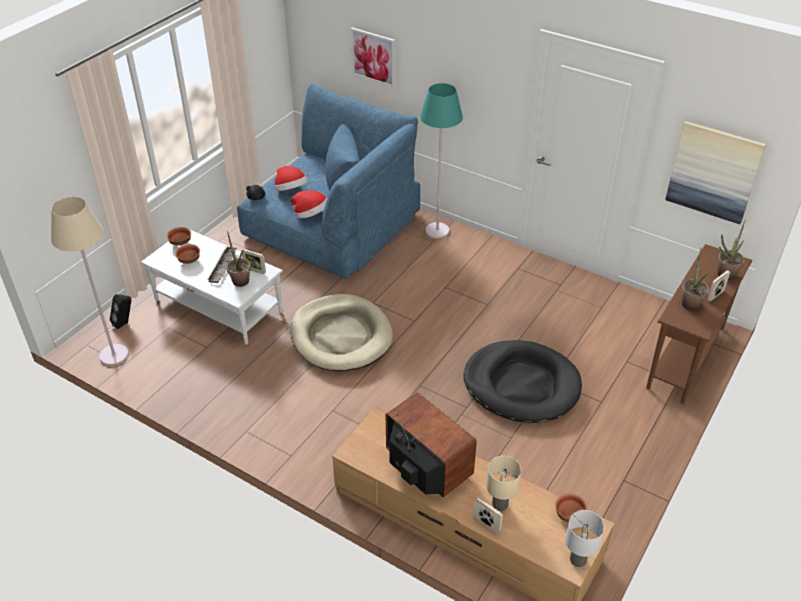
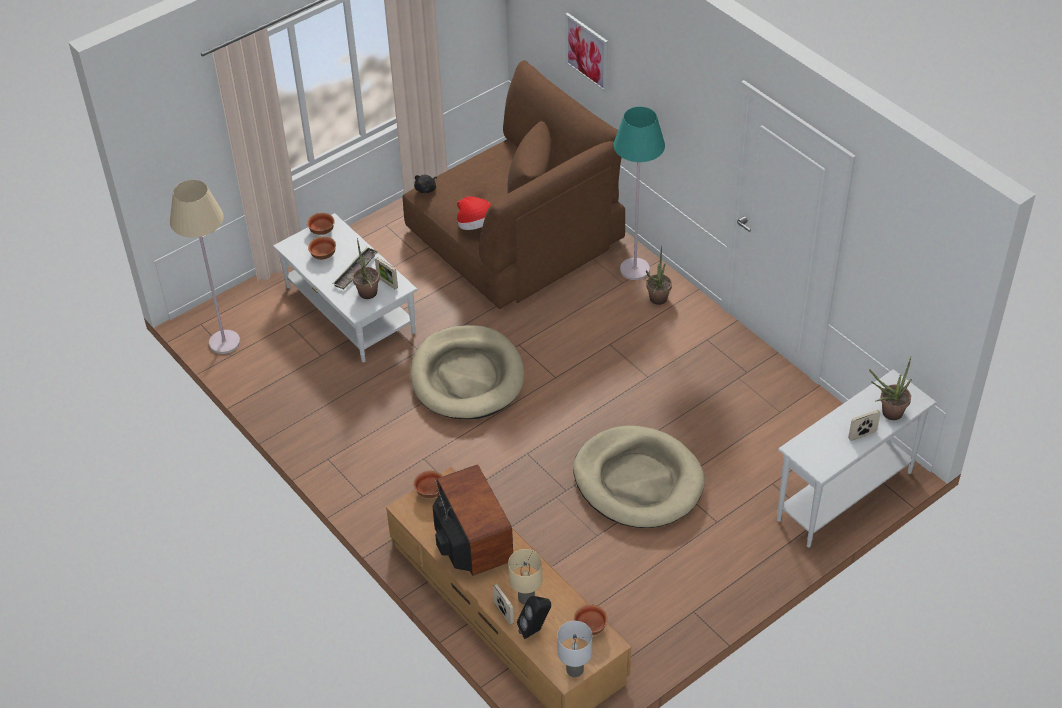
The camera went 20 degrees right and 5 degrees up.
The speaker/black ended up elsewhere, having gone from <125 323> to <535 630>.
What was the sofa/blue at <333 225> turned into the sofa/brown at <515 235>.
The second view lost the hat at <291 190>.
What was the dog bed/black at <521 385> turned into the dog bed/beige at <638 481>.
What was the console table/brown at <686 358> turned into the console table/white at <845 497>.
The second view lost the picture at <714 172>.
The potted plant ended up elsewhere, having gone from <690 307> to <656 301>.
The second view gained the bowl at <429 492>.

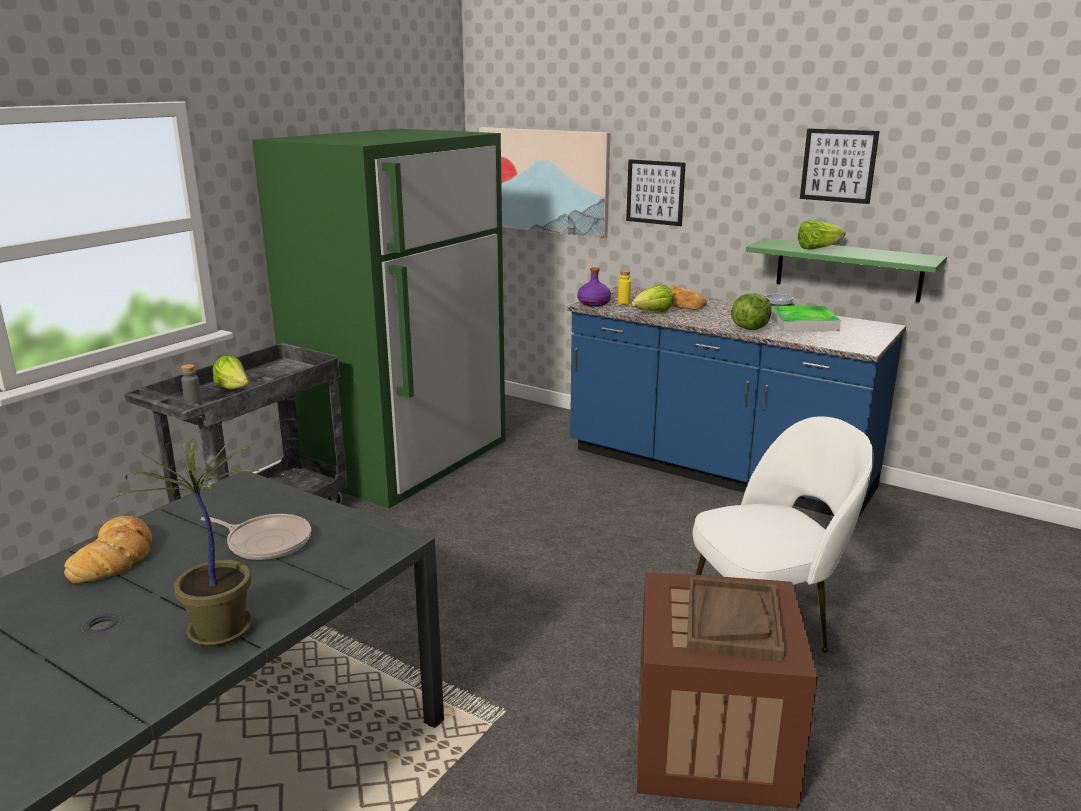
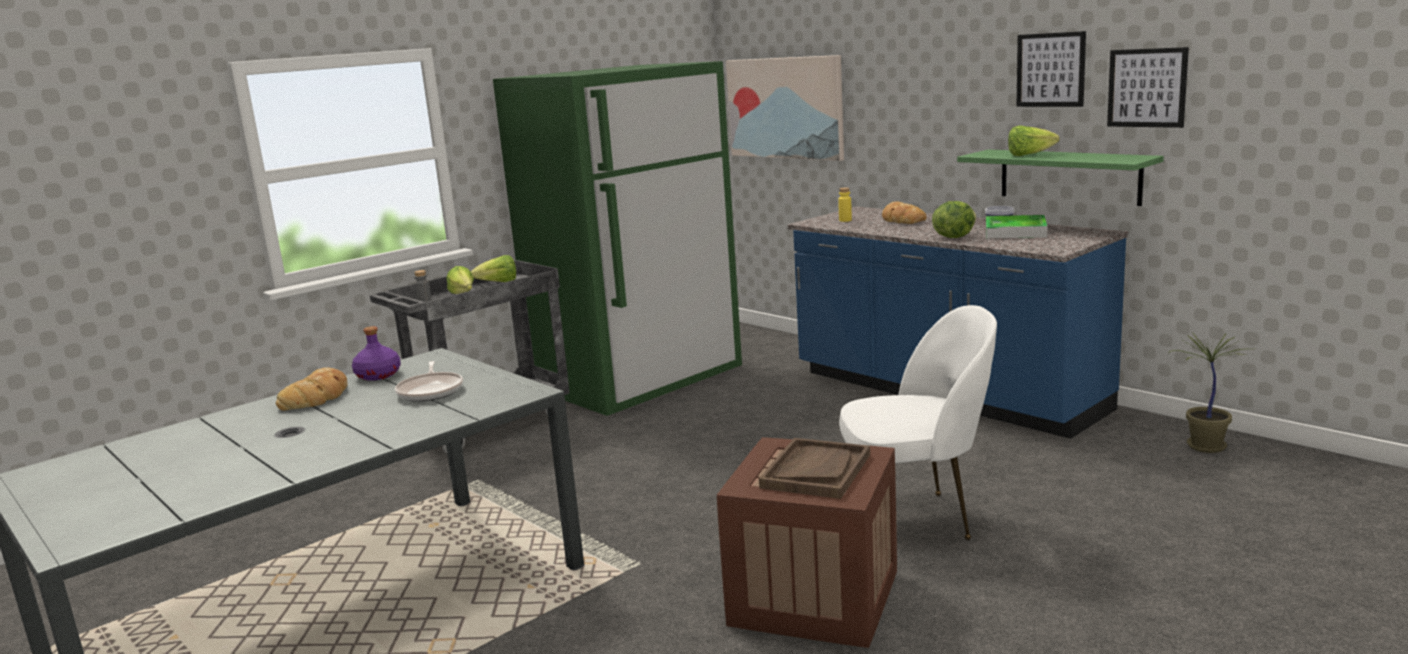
The camera went 15 degrees right and 5 degrees down.
The potted plant ended up elsewhere, having gone from <217 631> to <1204 447>.
The frying pan at <266 542> ended up facing another way, 45 degrees clockwise from before.
The bottle/purple ended up elsewhere, having gone from <594 303> to <378 375>.
The picture ended up elsewhere, having gone from <655 192> to <1147 88>.
The lettuce ended up elsewhere, having gone from <652 313> to <498 283>.

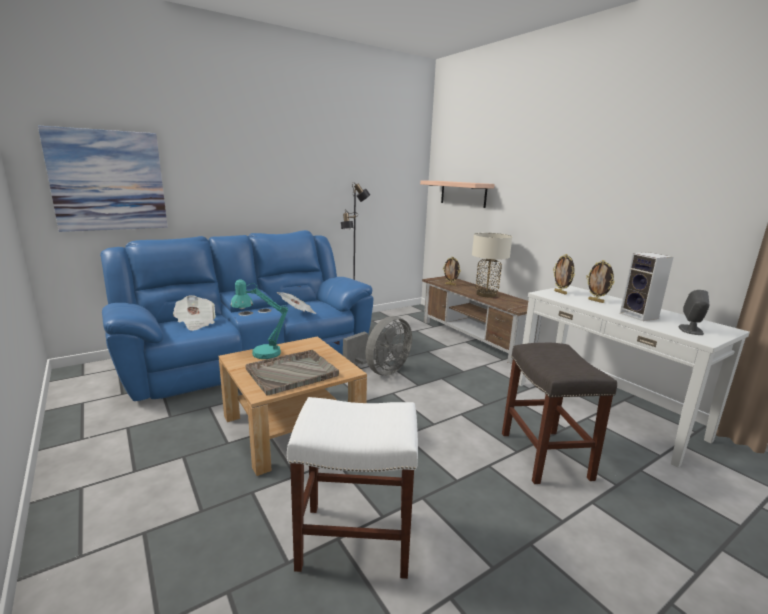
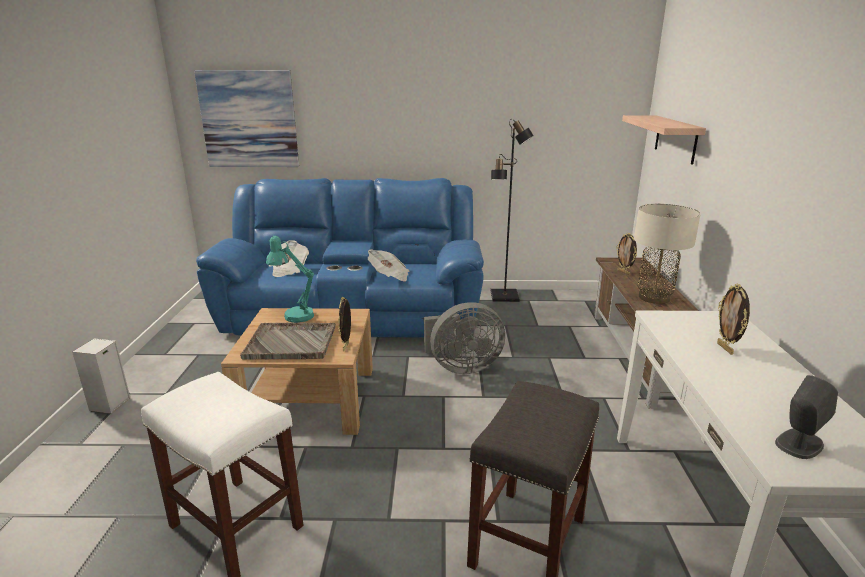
The camera went 35 degrees right and 5 degrees up.
The picture frame ended up elsewhere, having gone from <560 292> to <346 346>.
The speaker ended up elsewhere, having gone from <640 316> to <109 405>.

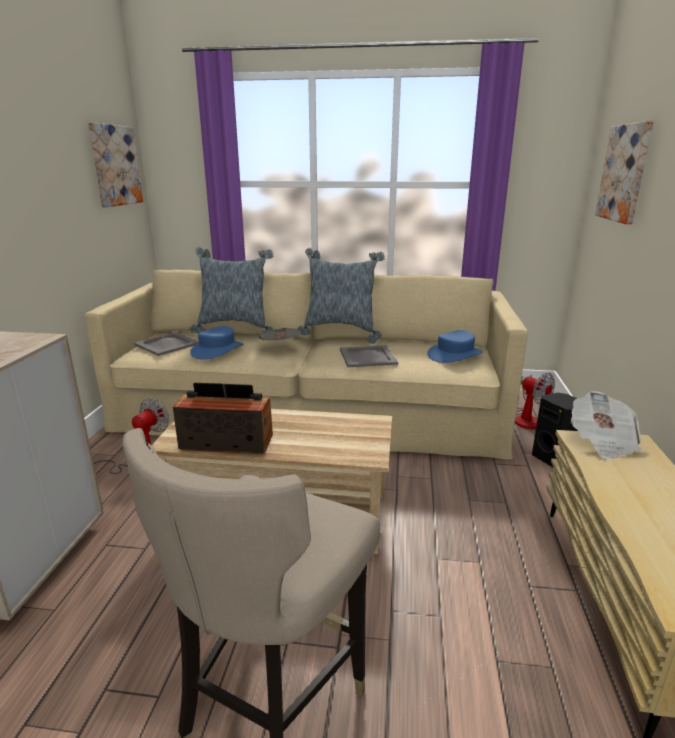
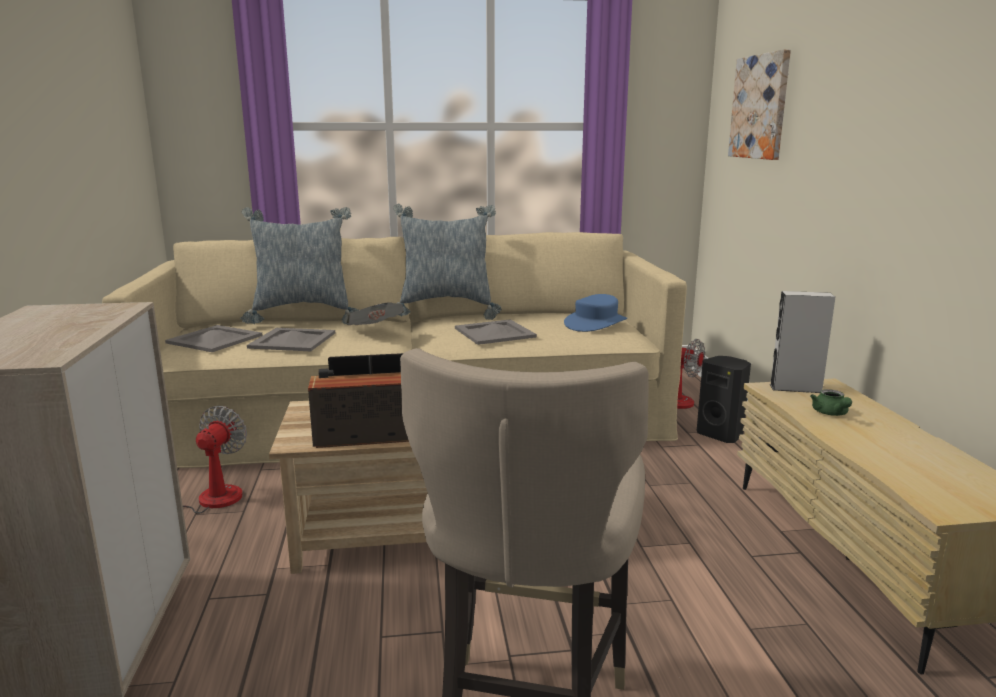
The camera went 15 degrees left and 5 degrees down.
The second view lost the picture at <115 165>.
Where the hat/blue stood at <217 350>, the tray/grey came to stand at <292 340>.
Where the newspaper stood at <602 442>, the speaker/grey came to stand at <795 388>.
The second view gained the teapot/green at <831 413>.

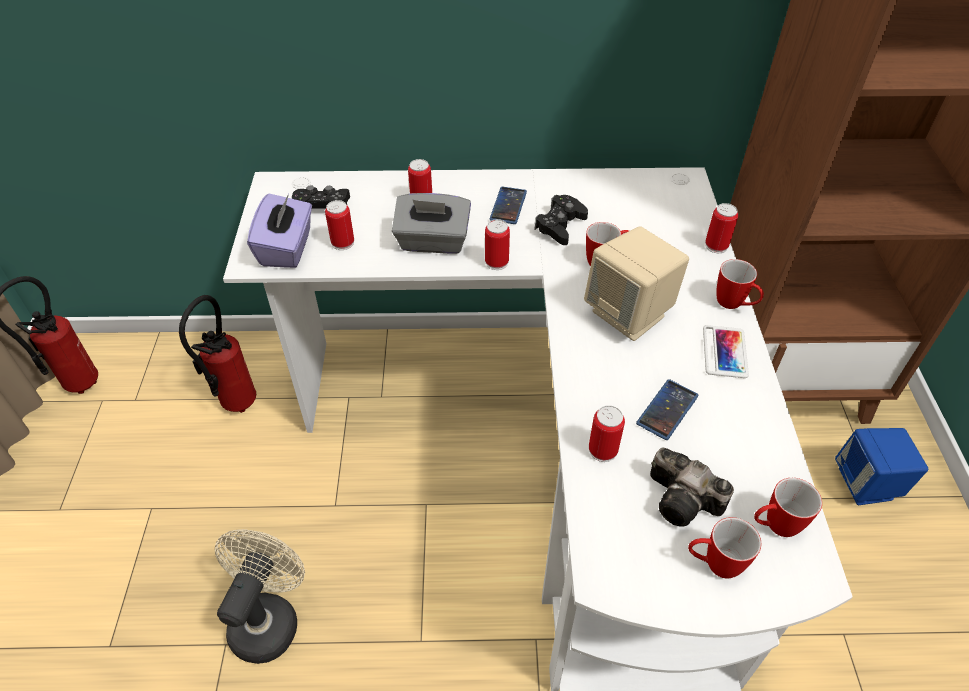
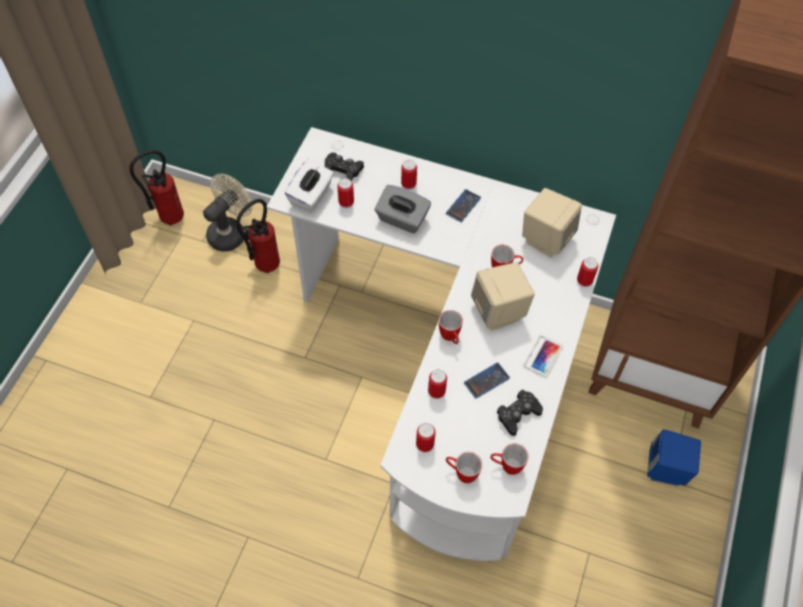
The camera went 20 degrees right and 10 degrees up.
The fan/beige ended up elsewhere, having gone from <268 618> to <230 232>.
What was the tissue box/purple at <287 248> turned into the tissue box/white at <311 196>.
The can ended up elsewhere, having gone from <496 262> to <425 444>.
The game controller/black ended up elsewhere, having gone from <560 225> to <518 414>.
The second view lost the photo camera at <685 502>.
The mug ended up elsewhere, having gone from <734 305> to <450 338>.
The second view gained the speaker/beige at <546 238>.

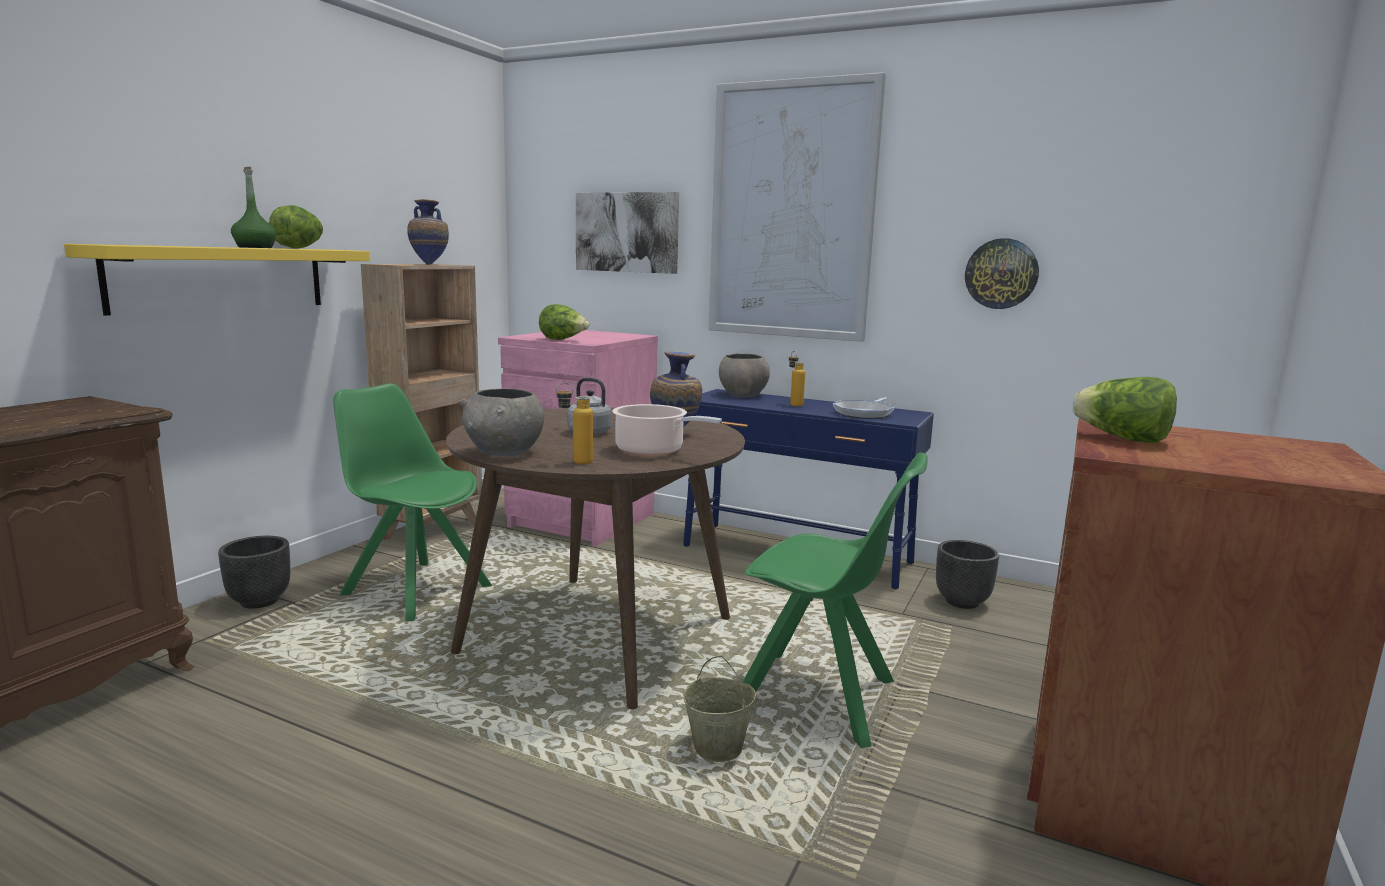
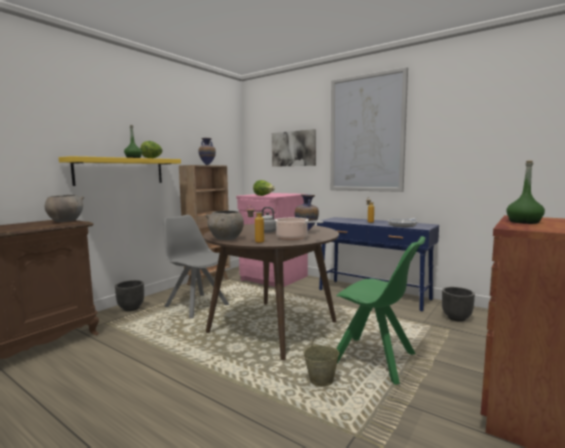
The camera went 10 degrees right and 5 degrees down.
What was the chair/green at <415 588> turned into the chair/grey at <196 305>.
The bowl/grey ended up elsewhere, having gone from <742 395> to <65 221>.
The second view lost the wall clock at <1001 274>.
Where the lettuce stood at <1123 439>, the bottle/green came to stand at <524 222>.

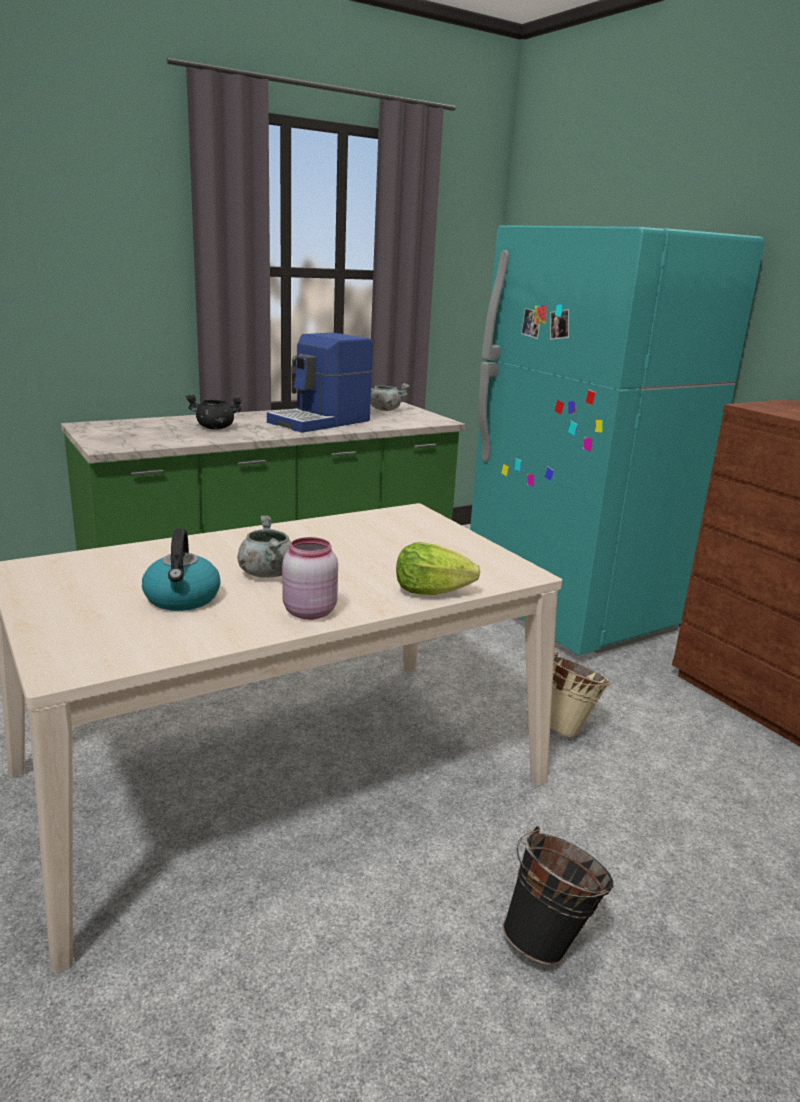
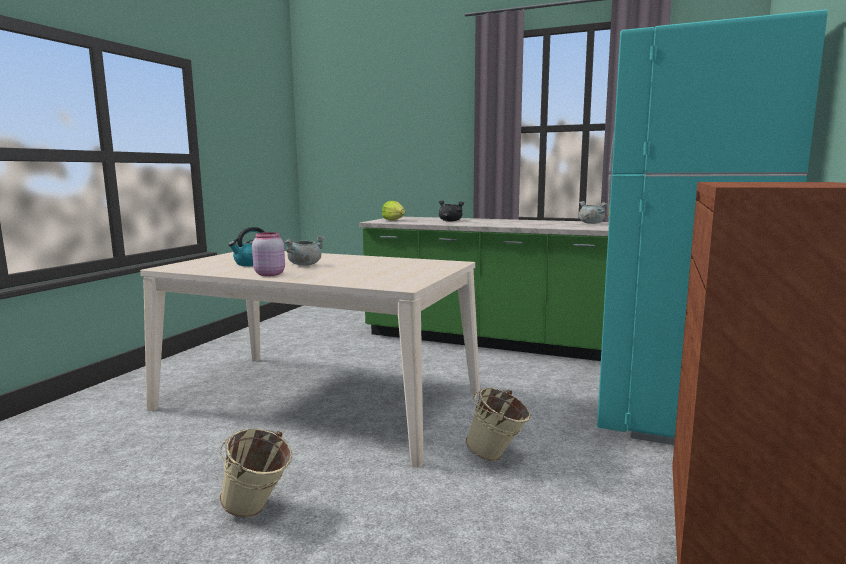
The camera went 55 degrees right and 10 degrees down.
The second view lost the coffee machine at <321 422>.
The lettuce ended up elsewhere, having gone from <430 591> to <394 220>.
What was the bucket/black at <550 940> turned into the bucket/beige at <258 511>.

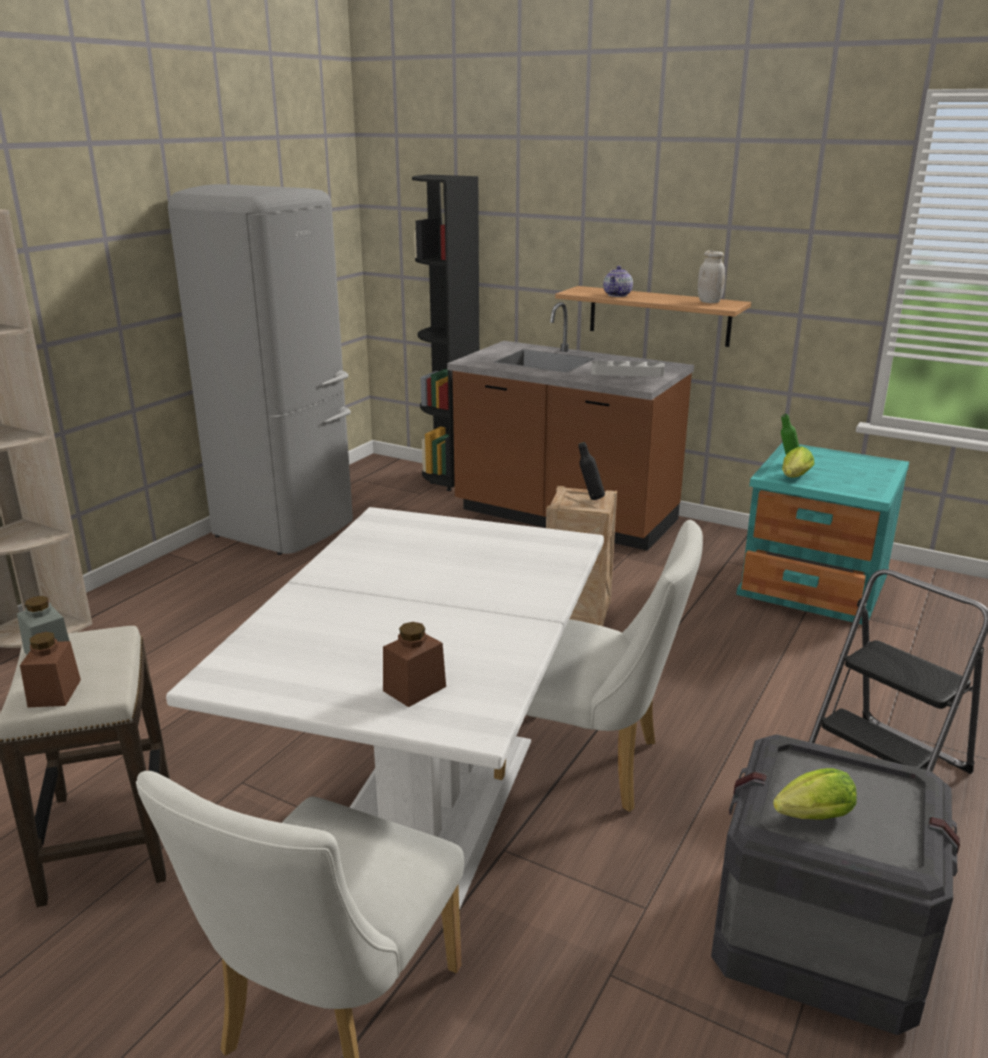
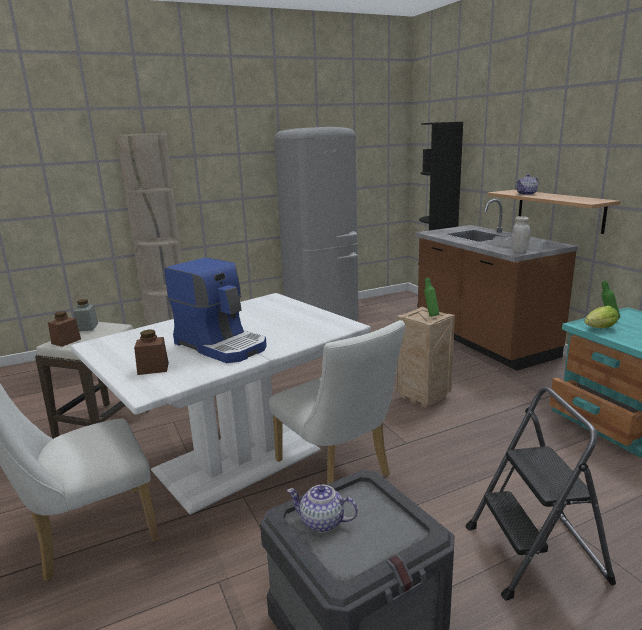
The camera went 35 degrees right and 5 degrees down.
What was the bottle/black at <590 498> turned into the bottle/green at <430 315>.
The jar/white ended up elsewhere, having gone from <709 302> to <519 251>.
Where the lettuce stood at <809 818>, the teapot came to stand at <323 522>.
The second view gained the coffee machine at <222 345>.

